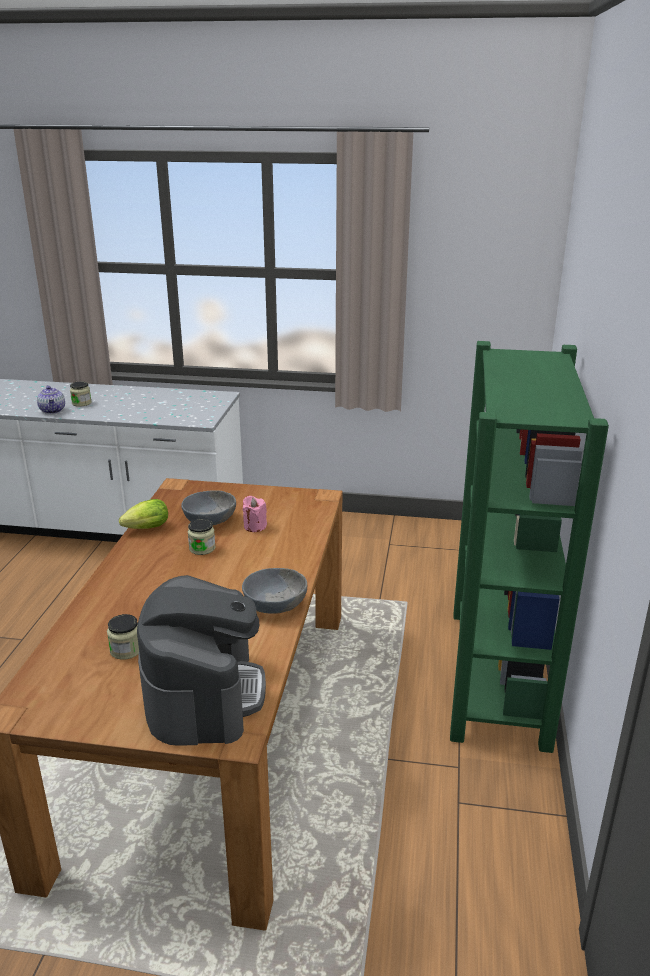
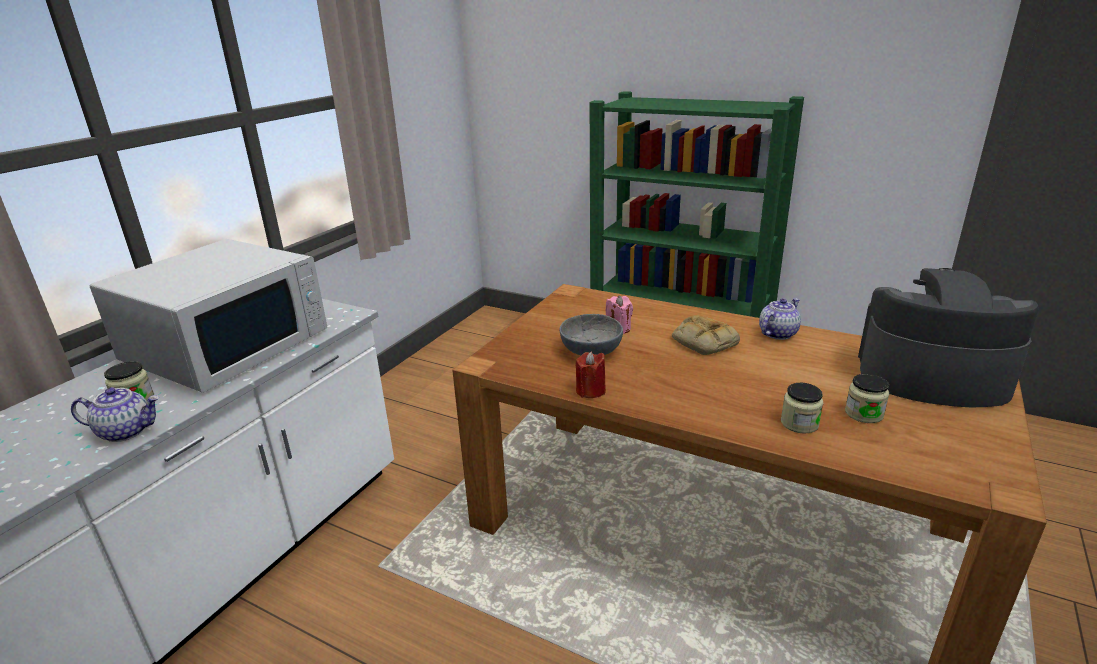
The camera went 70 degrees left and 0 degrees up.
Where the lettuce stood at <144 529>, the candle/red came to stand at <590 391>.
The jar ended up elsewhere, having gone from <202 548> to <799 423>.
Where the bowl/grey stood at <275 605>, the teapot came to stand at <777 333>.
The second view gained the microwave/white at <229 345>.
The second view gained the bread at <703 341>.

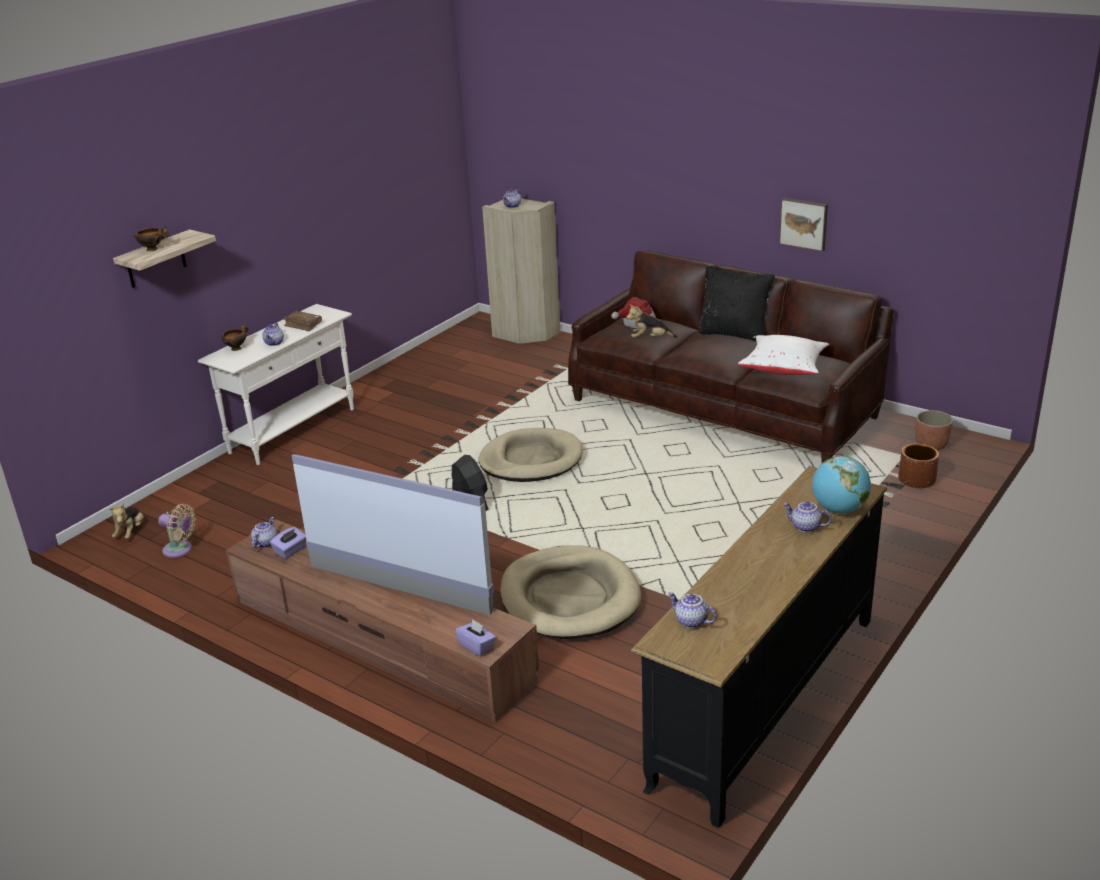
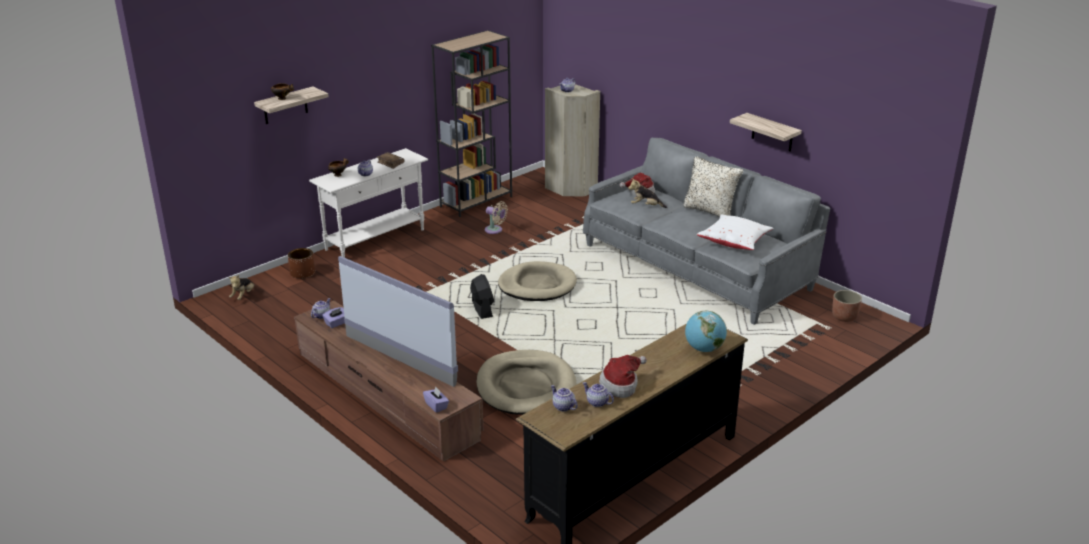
The camera went 10 degrees right and 0 degrees up.
The fan/beige ended up elsewhere, having gone from <180 550> to <495 230>.
What was the sofa/brown at <724 407> turned into the sofa/grey at <697 266>.
What was the pillow/black at <734 335> turned into the pillow/beige at <709 212>.
Where the picture hung at <804 223>, the shelf came to hang at <772 133>.
The teapot ended up elsewhere, having gone from <805 527> to <597 402>.
The planter/brown ended up elsewhere, having gone from <917 480> to <303 273>.
The second view gained the bookcase at <476 201>.
The second view gained the hat at <621 384>.

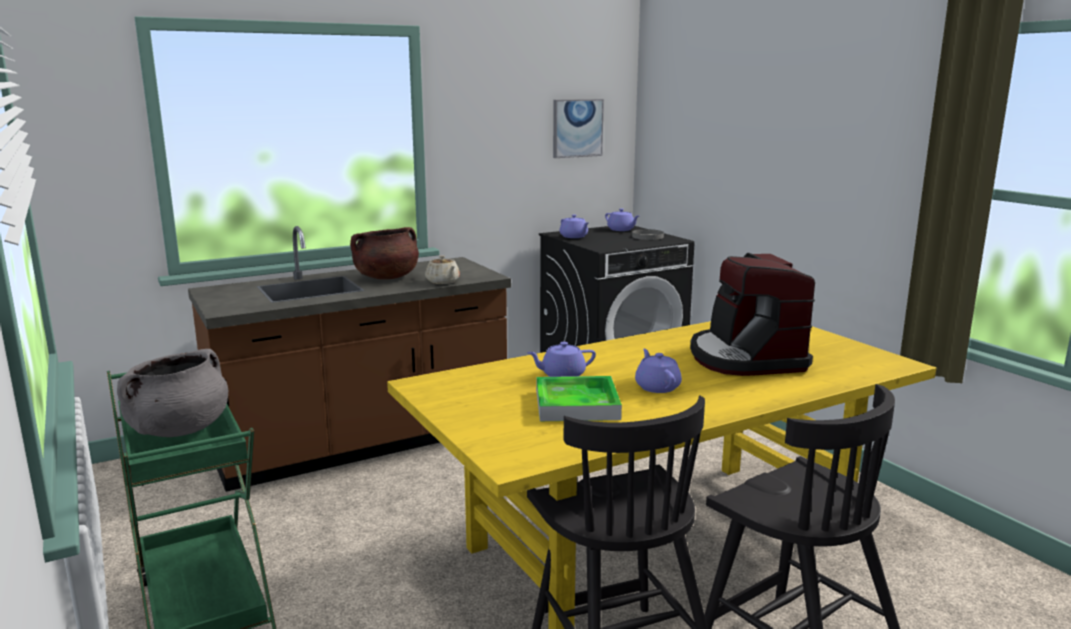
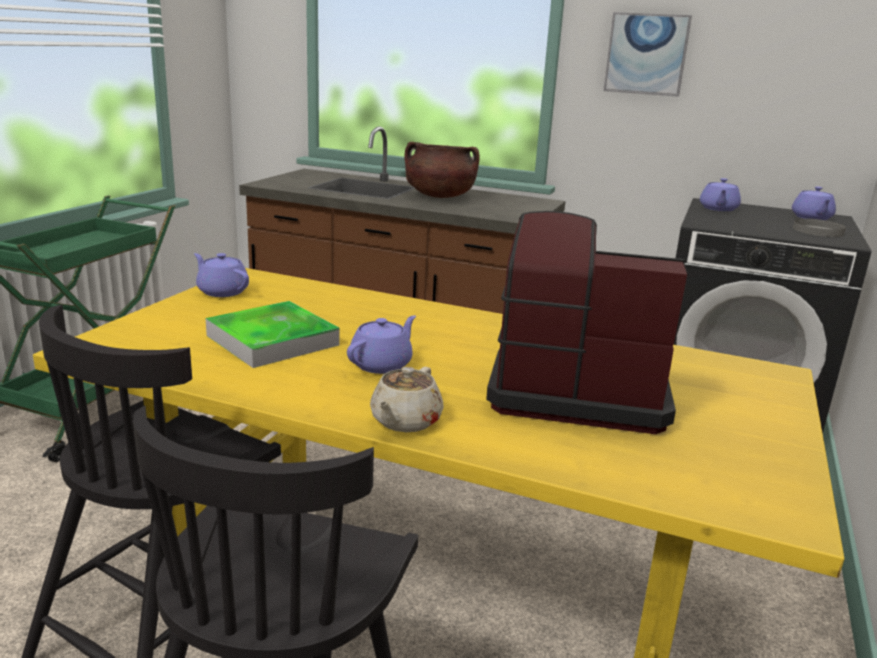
The camera went 50 degrees right and 5 degrees up.
The second view lost the cooking pot/grey at <179 430>.
The teapot/beige ended up elsewhere, having gone from <443 282> to <405 421>.
The teapot/purple ended up elsewhere, having gone from <562 375> to <222 291>.
The picture ended up elsewhere, having gone from <577 128> to <646 54>.
The coffee machine at <745 358> ended up facing another way, 60 degrees clockwise from before.

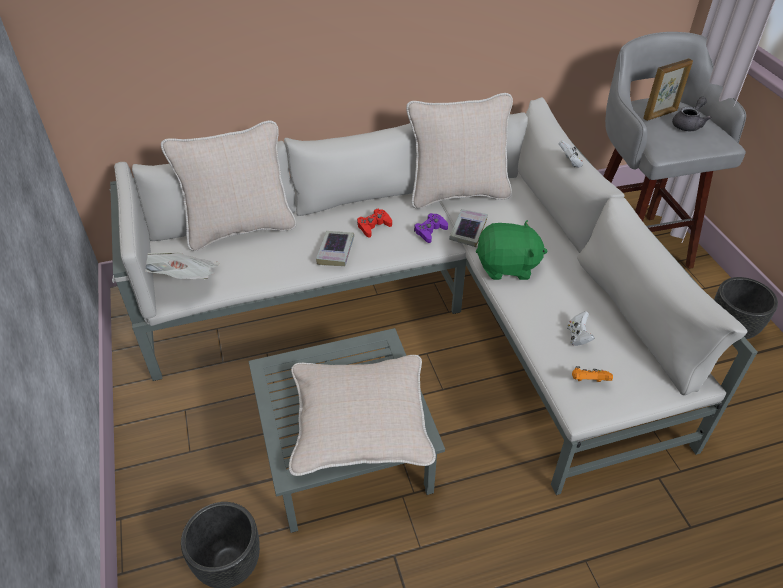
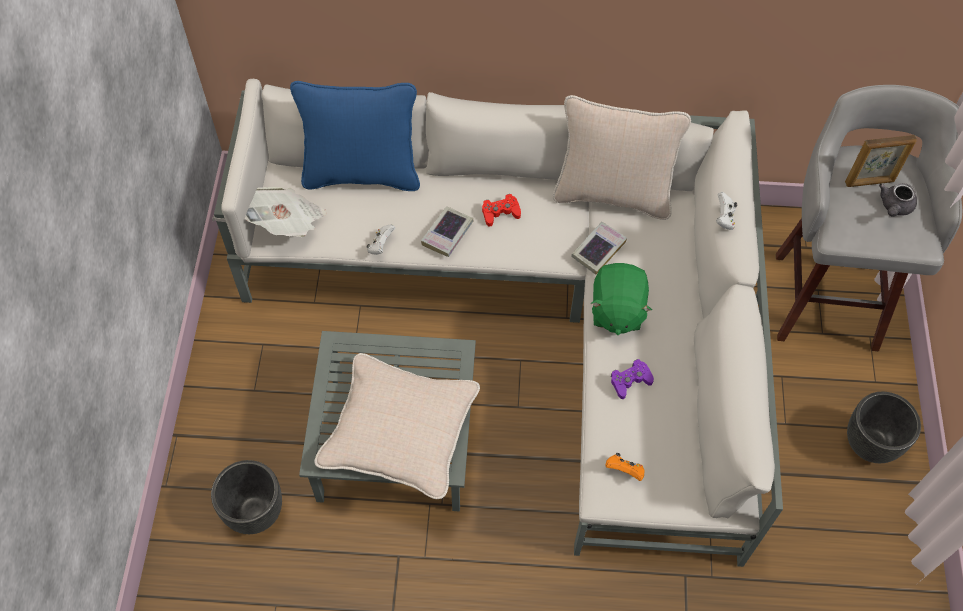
The camera went 20 degrees right and 15 degrees up.
What was the pillow/beige at <240 229> turned into the pillow/blue at <362 174>.
The game controller/purple ended up elsewhere, having gone from <430 231> to <630 381>.
The plush toy/green at <507 267> ended up facing another way, 75 degrees clockwise from before.
The game controller/white ended up elsewhere, having gone from <577 336> to <380 245>.
The teapot/grey at <688 124> ended up facing another way, 150 degrees clockwise from before.

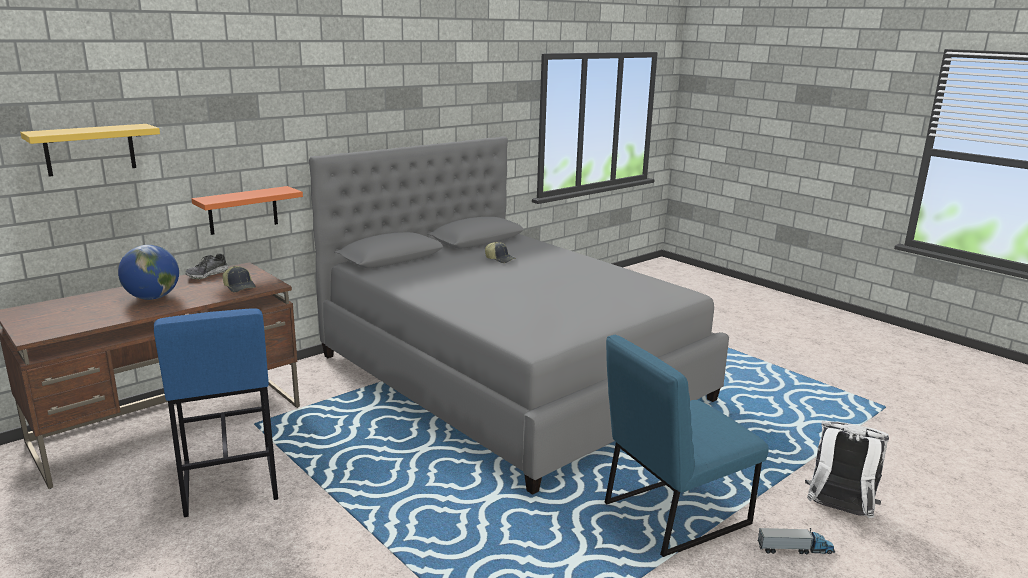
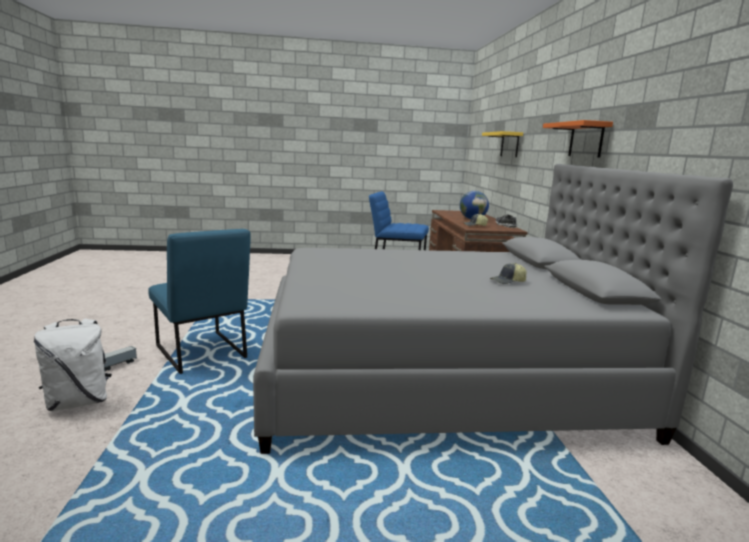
The camera went 125 degrees right and 5 degrees down.
The shelf/orange ended up elsewhere, having gone from <243 210> to <586 140>.
The chair/blue at <672 514> ended up facing another way, 135 degrees clockwise from before.

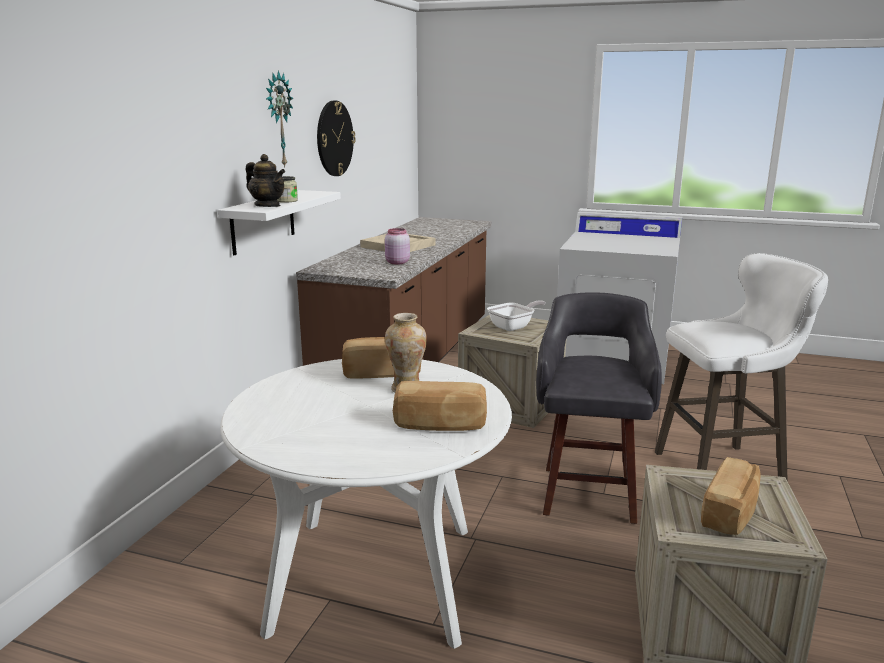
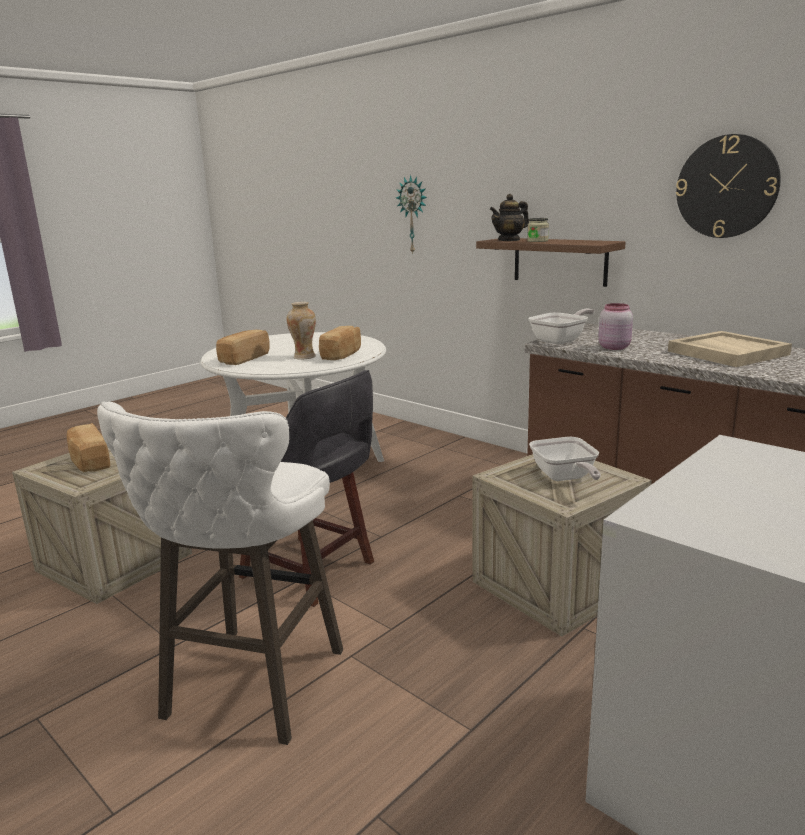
The camera went 115 degrees right and 0 degrees up.
What was the shelf/white at <263 221> turned into the shelf/brown at <559 261>.
The wall clock ended up elsewhere, having gone from <277 120> to <413 215>.
The second view gained the frying pan at <561 340>.

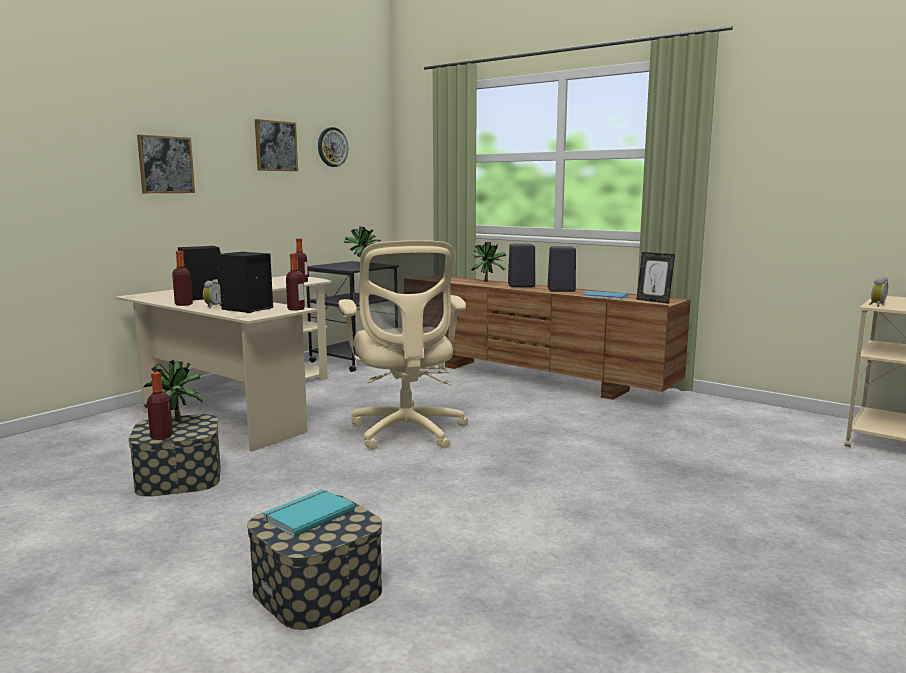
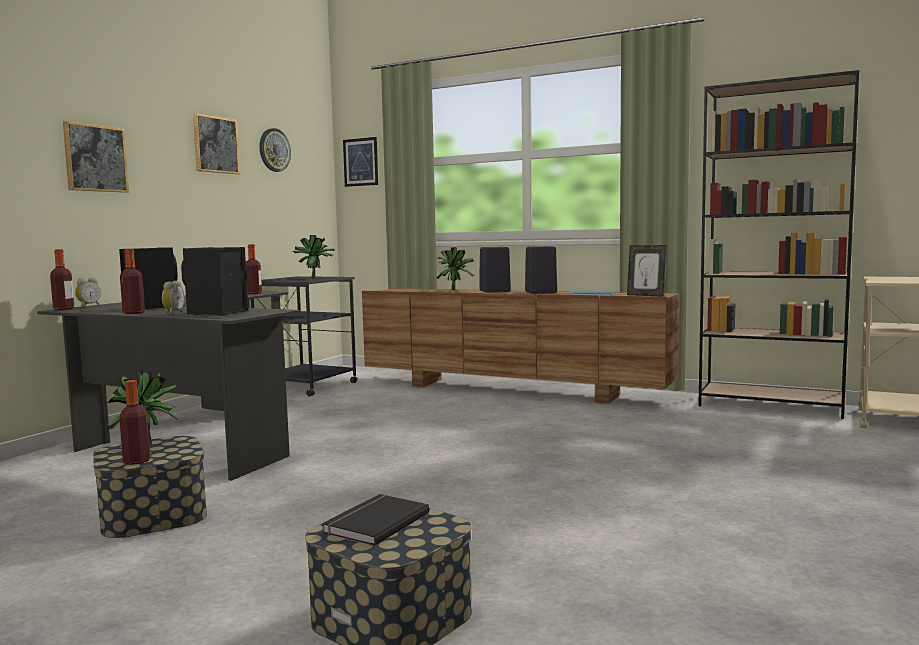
The camera went 10 degrees left and 5 degrees down.
What was the desk/beige at <242 403> turned into the desk/black at <195 434>.
What was the book/turquoise at <307 514> turned into the book/black at <374 522>.
The bottle ended up elsewhere, having gone from <296 309> to <64 309>.
The second view lost the office chair/beige at <404 429>.
The alarm clock ended up elsewhere, having gone from <876 305> to <88 306>.
The second view gained the picture at <360 162>.
The second view gained the bookcase/beige at <771 405>.

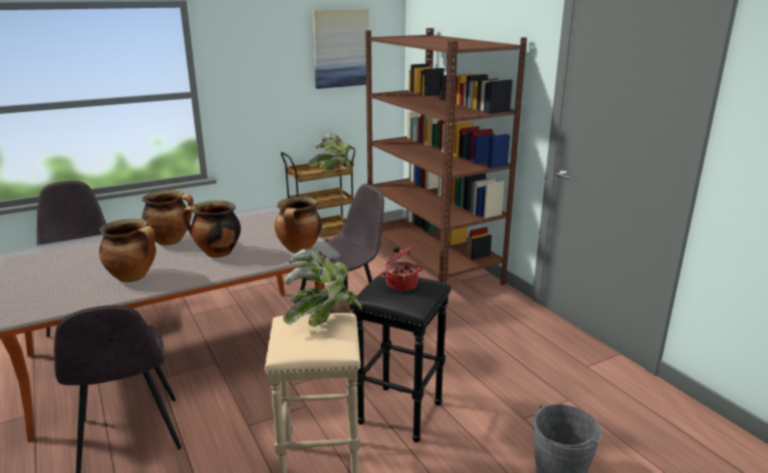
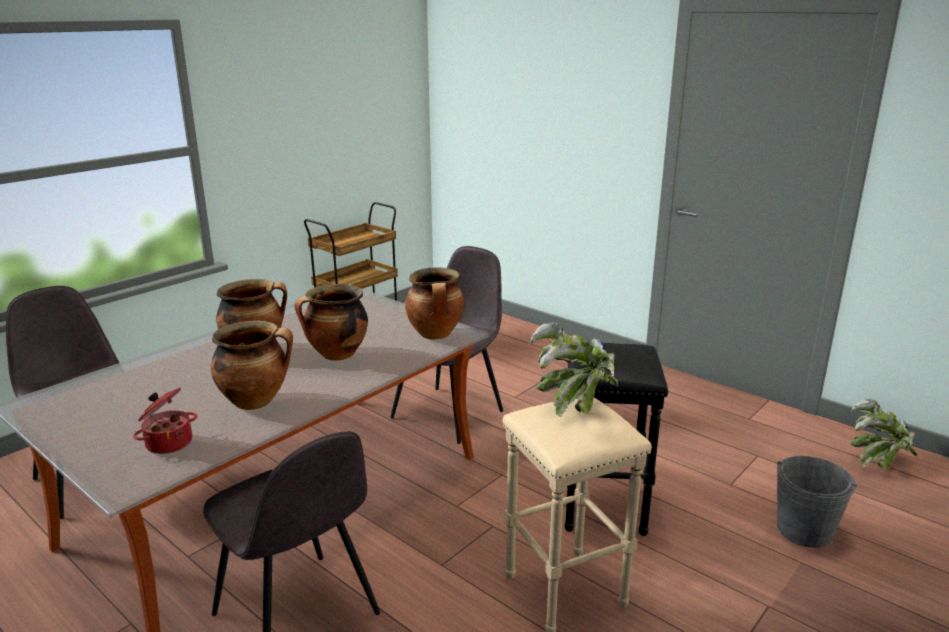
The camera went 20 degrees left and 0 degrees up.
The potted plant ended up elsewhere, having gone from <333 170> to <878 461>.
The second view lost the picture at <341 48>.
The second view lost the bookcase/brown at <432 264>.
The cooking pot ended up elsewhere, having gone from <401 284> to <168 442>.

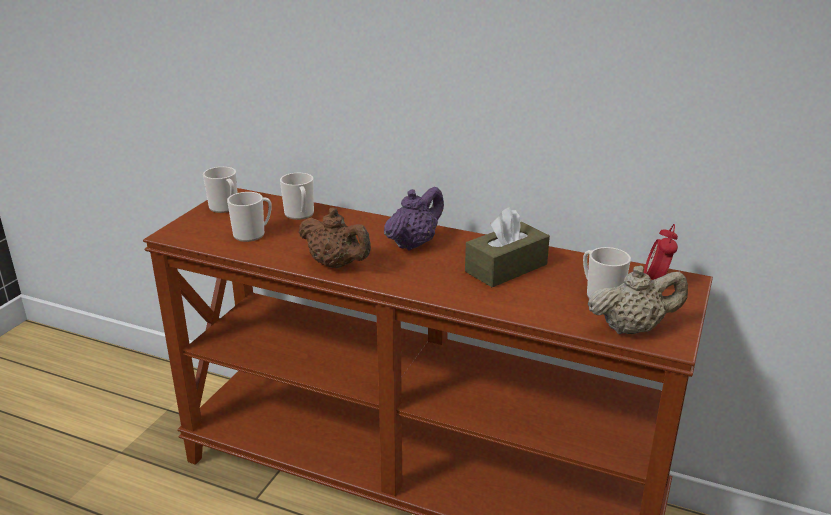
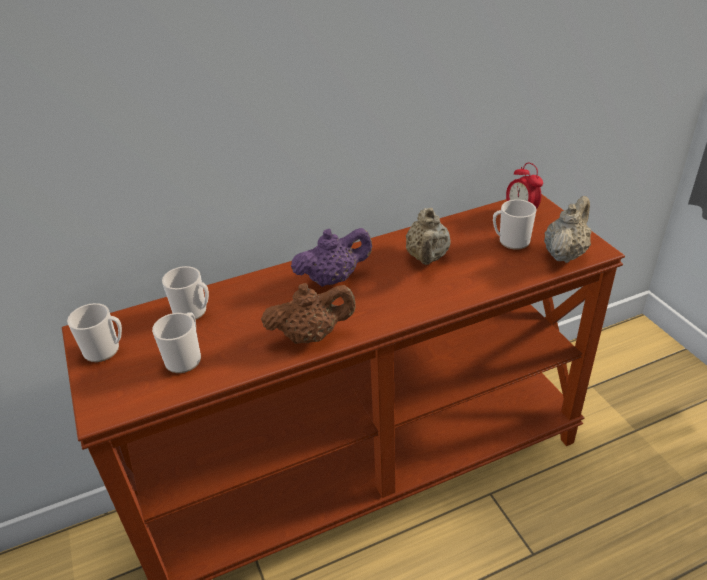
The camera went 45 degrees left and 10 degrees up.
The teapot/purple at <413 244> ended up facing another way, 75 degrees clockwise from before.
Where the tissue box/brown stood at <506 268>, the teapot/beige came to stand at <427 258>.

